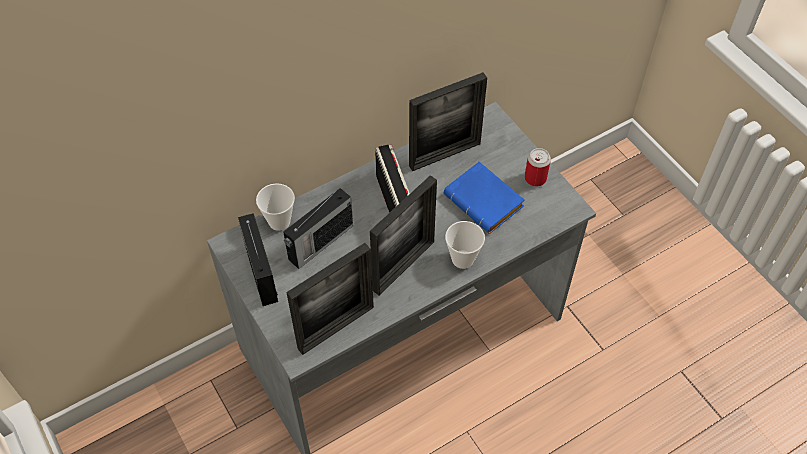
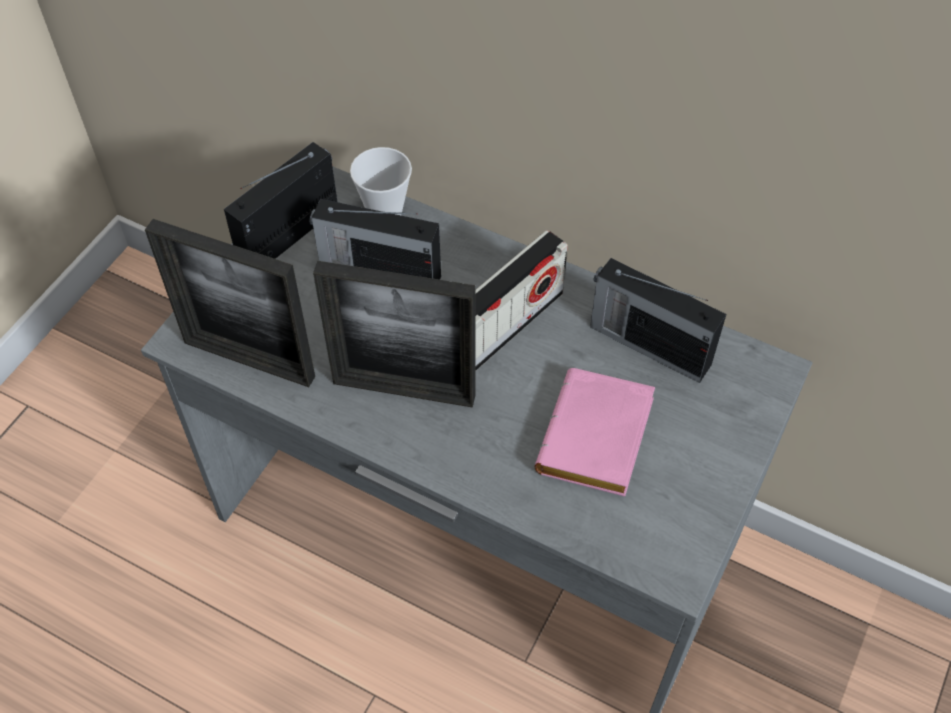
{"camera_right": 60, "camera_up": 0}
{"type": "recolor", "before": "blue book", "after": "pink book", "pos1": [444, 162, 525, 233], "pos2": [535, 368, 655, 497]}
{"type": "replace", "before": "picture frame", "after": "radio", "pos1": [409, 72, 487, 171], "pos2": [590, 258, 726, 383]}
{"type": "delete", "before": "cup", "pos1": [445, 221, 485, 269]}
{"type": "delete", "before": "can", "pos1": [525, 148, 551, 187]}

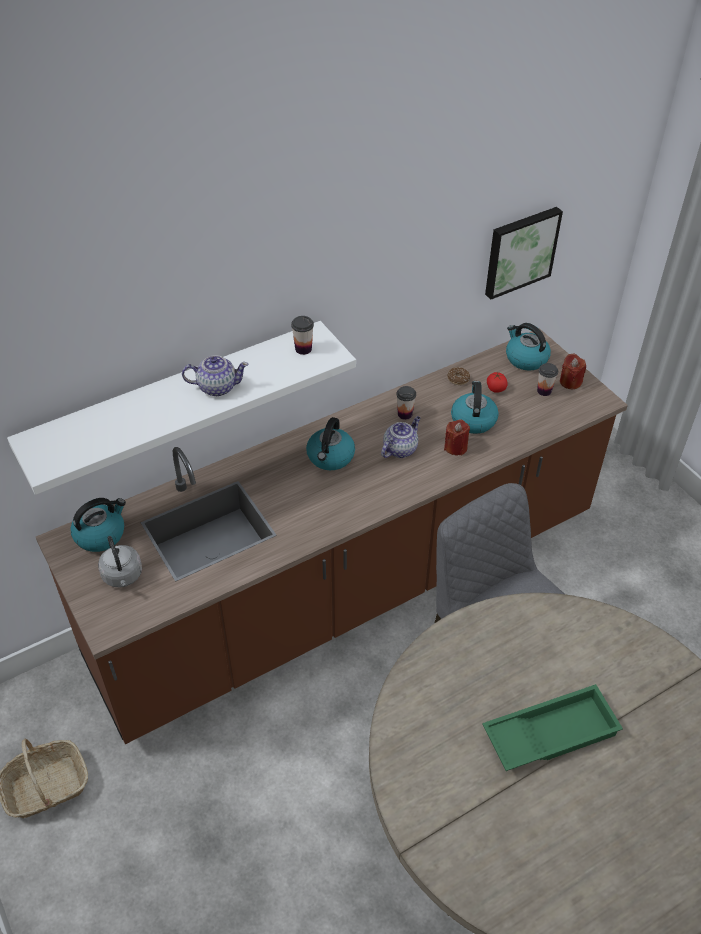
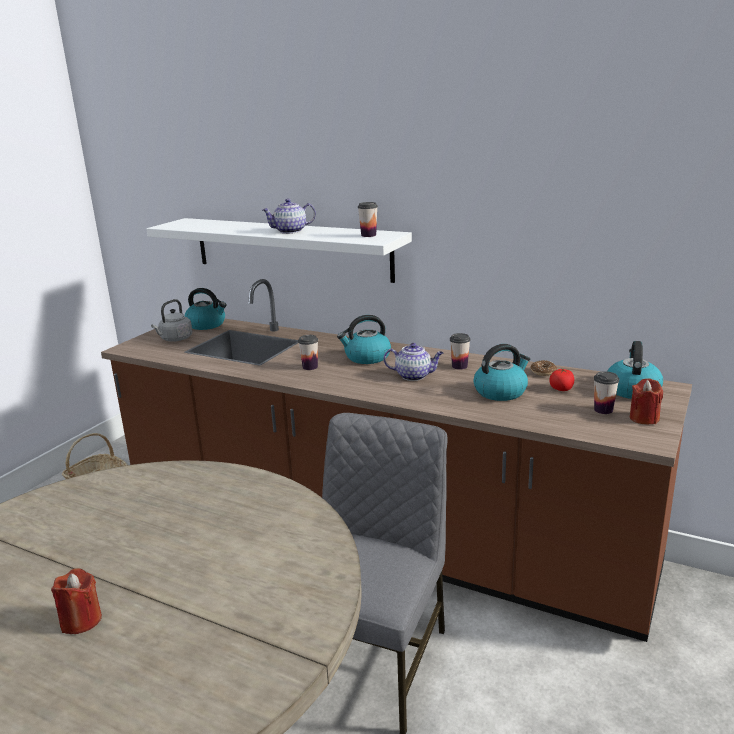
{"camera_right": 60, "camera_up": -25}
{"type": "move", "before": "red candle", "pos1": [444, 419, 470, 455], "pos2": [51, 568, 102, 634]}
{"type": "rotate", "before": "teapot", "pos1": [182, 355, 249, 396], "pos2": [261, 199, 316, 234], "turn": 105}
{"type": "insert", "after": "cup", "pos2": [298, 335, 318, 370]}
{"type": "delete", "before": "green tray", "pos1": [482, 684, 623, 771]}
{"type": "delete", "before": "picture", "pos1": [485, 207, 563, 299]}

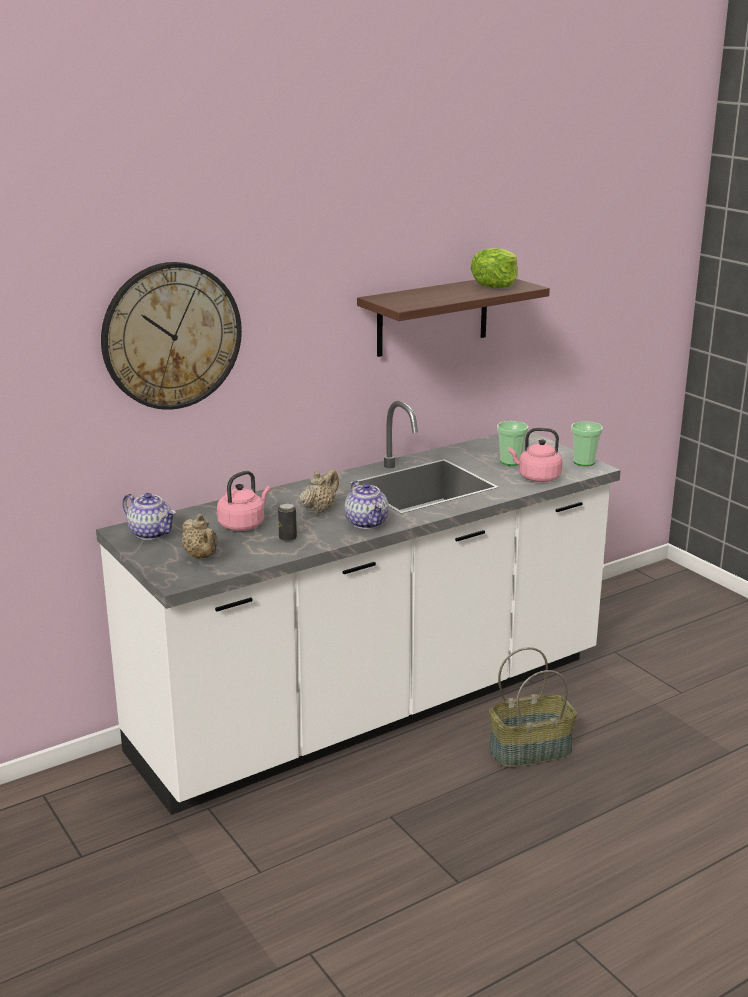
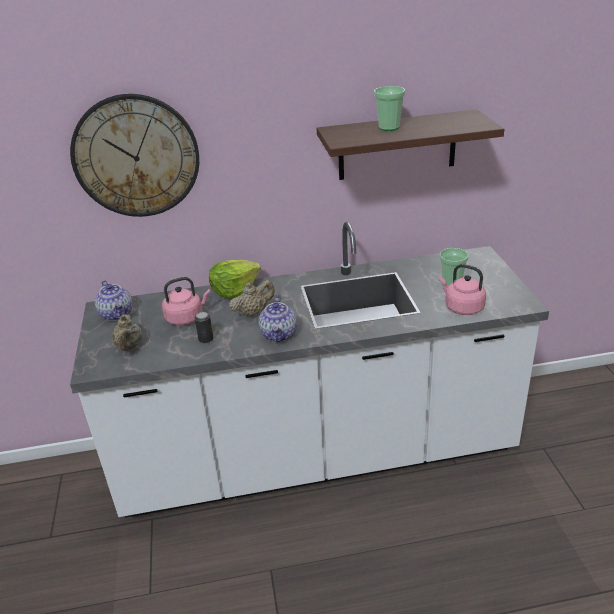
{"camera_right": 25, "camera_up": 10}
{"type": "move", "before": "lettuce", "pos1": [471, 248, 518, 288], "pos2": [209, 260, 261, 299]}
{"type": "move", "before": "cup", "pos1": [571, 421, 603, 466], "pos2": [374, 86, 405, 131]}
{"type": "delete", "before": "basket", "pos1": [489, 647, 577, 768]}

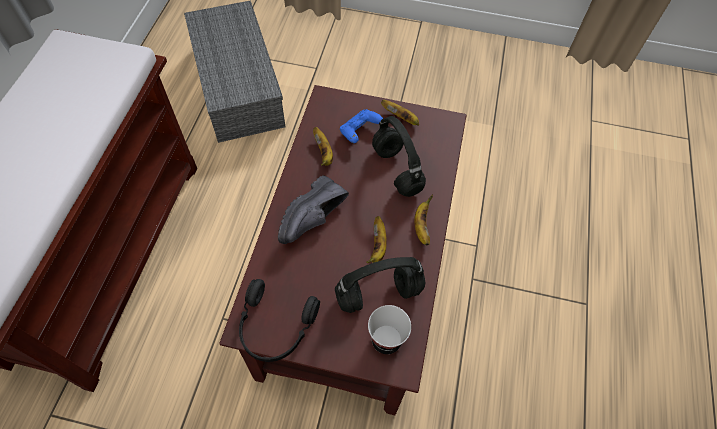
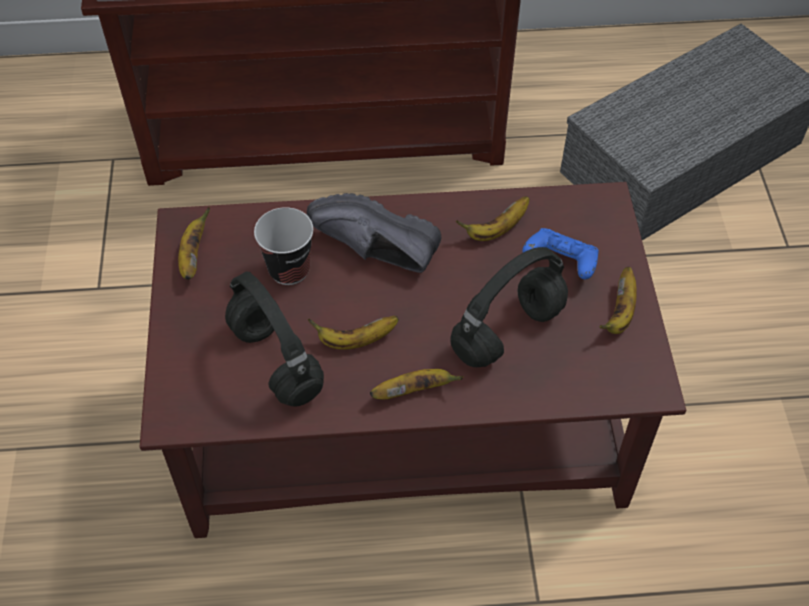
{"camera_right": 75, "camera_up": -5}
{"type": "replace", "before": "black headphones", "after": "banana", "pos1": [239, 279, 320, 362], "pos2": [178, 207, 210, 280]}
{"type": "move", "before": "cup", "pos1": [368, 305, 411, 354], "pos2": [254, 207, 313, 285]}

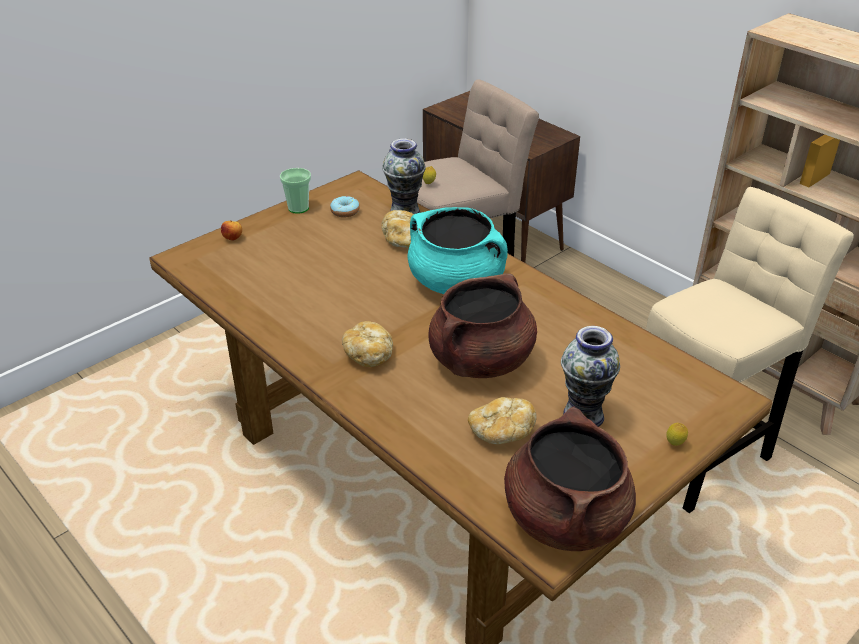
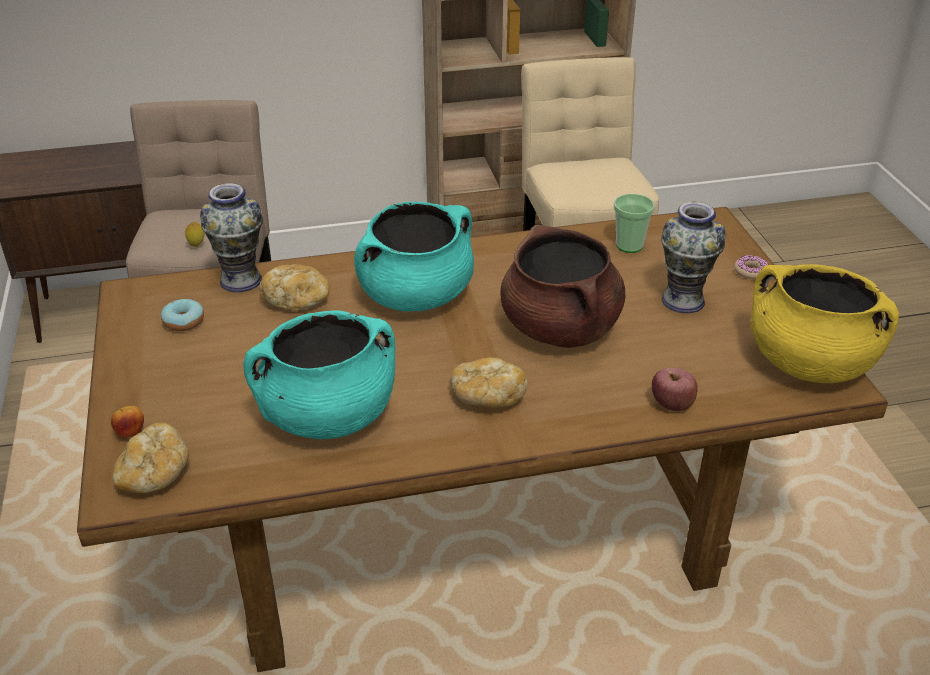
{"camera_right": -60, "camera_up": 0}
{"type": "move", "before": "bread", "pos1": [468, 397, 537, 444], "pos2": [112, 422, 189, 493]}
{"type": "insert", "after": "turquoise cooking pot", "pos2": [243, 310, 395, 439]}
{"type": "move", "before": "cup", "pos1": [280, 168, 311, 214], "pos2": [614, 194, 655, 253]}
{"type": "insert", "after": "apple", "pos2": [652, 368, 698, 411]}
{"type": "replace", "before": "lemon", "after": "donut", "pos1": [666, 423, 688, 446], "pos2": [734, 255, 768, 279]}
{"type": "recolor", "before": "brown cooking pot", "after": "yellow cooking pot", "pos1": [504, 407, 636, 551], "pos2": [750, 264, 899, 383]}

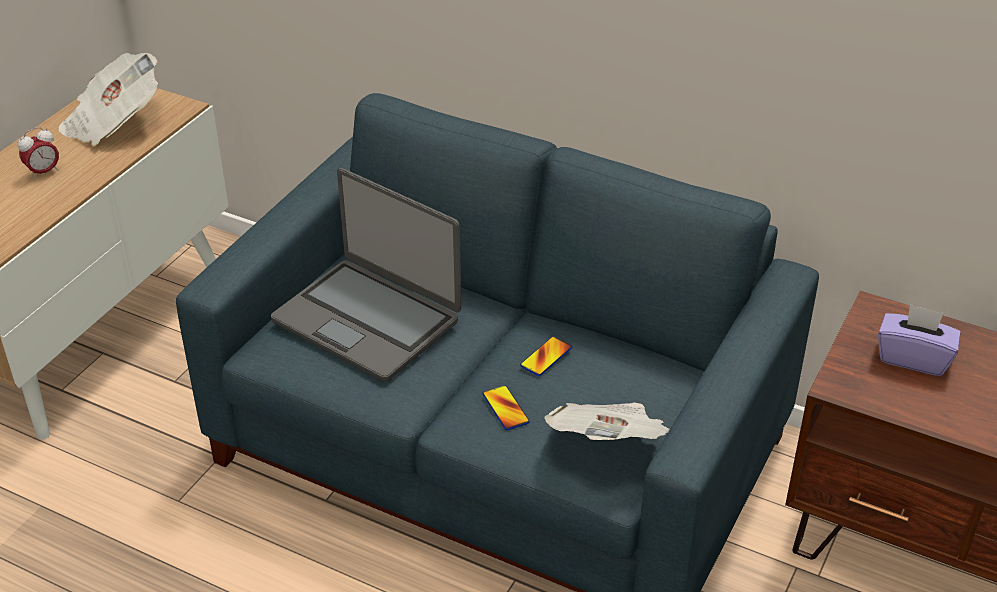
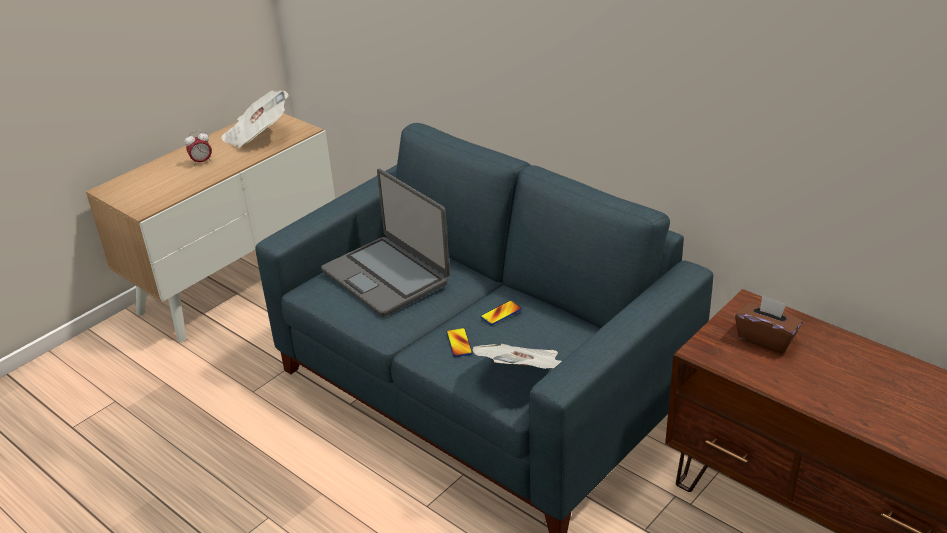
{"camera_right": 15, "camera_up": -5}
{"type": "recolor", "before": "purple tissue box", "after": "brown tissue box", "pos1": [878, 304, 960, 376], "pos2": [735, 295, 803, 353]}

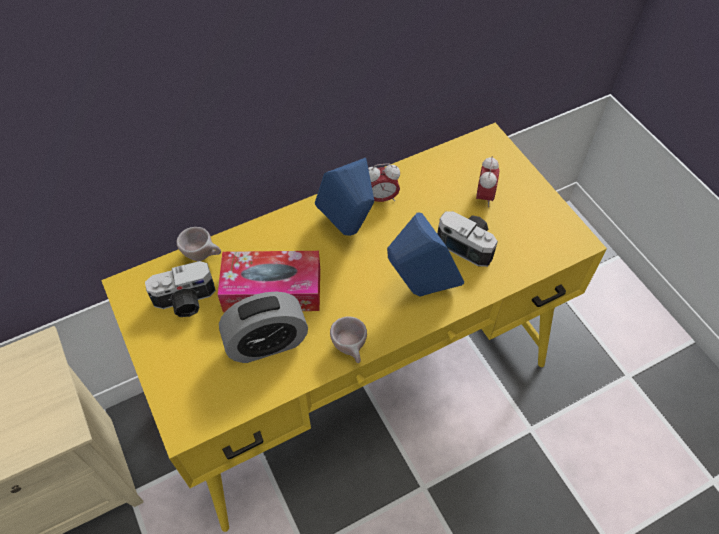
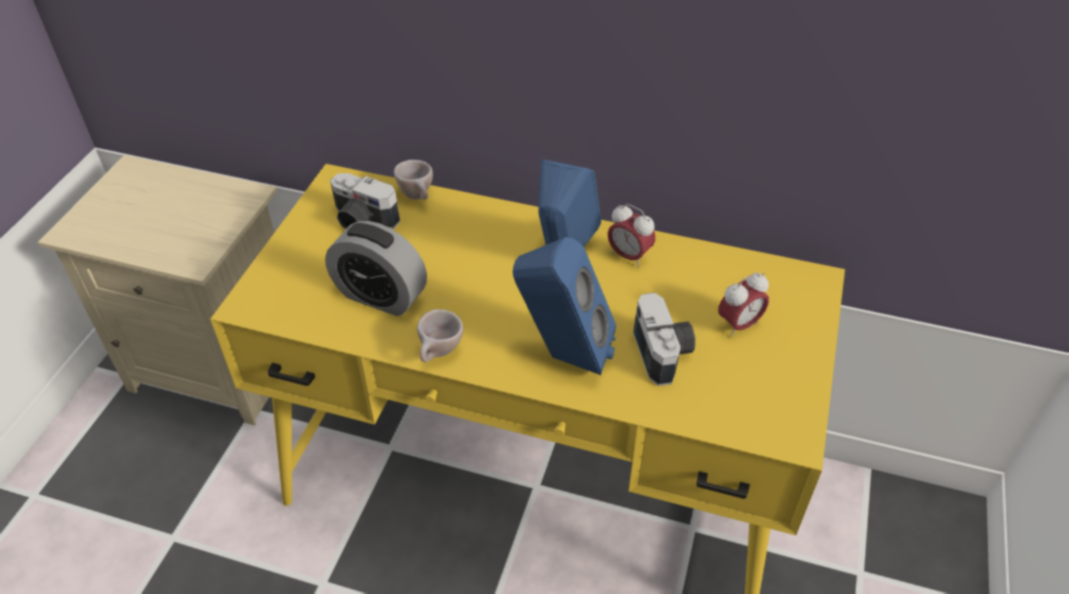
{"camera_right": 45, "camera_up": -10}
{"type": "delete", "before": "tissue box", "pos1": [217, 251, 320, 312]}

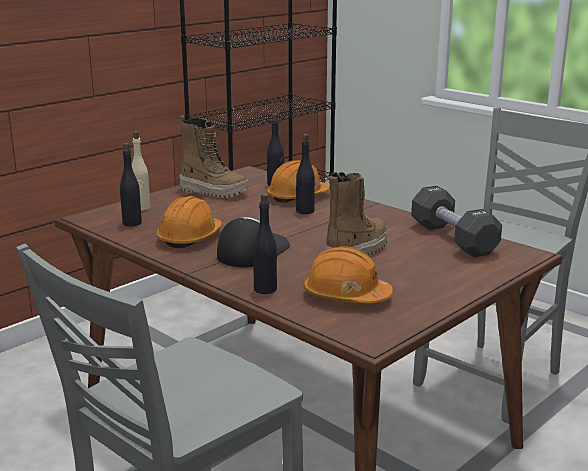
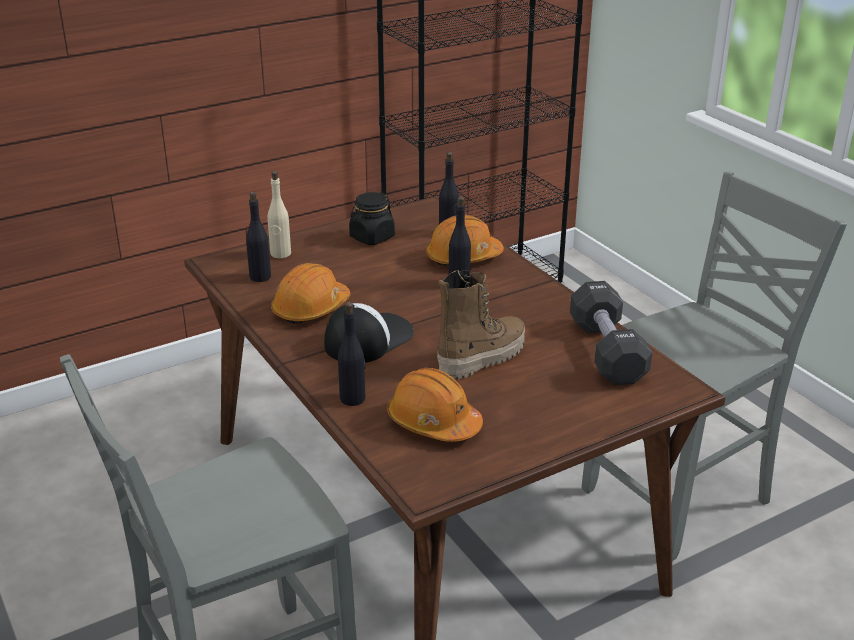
{"camera_right": 15, "camera_up": 10}
{"type": "replace", "before": "boot", "after": "black jar", "pos1": [179, 116, 249, 198], "pos2": [349, 192, 395, 245]}

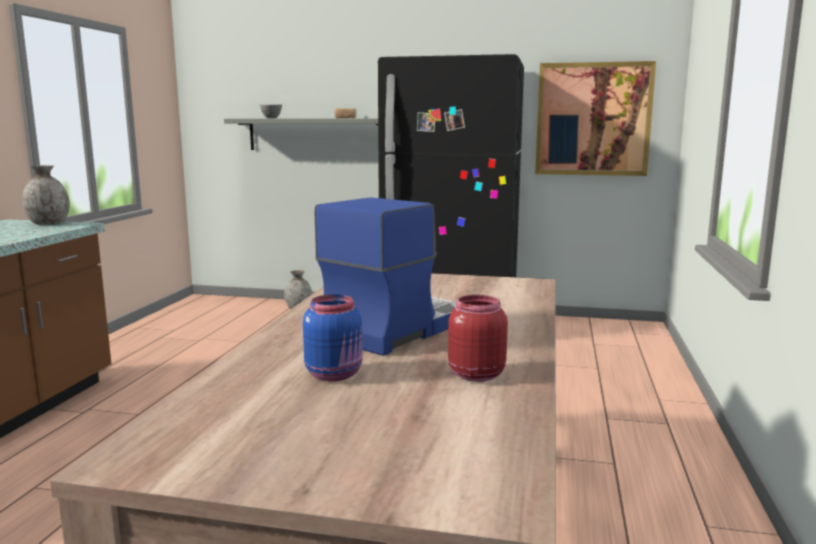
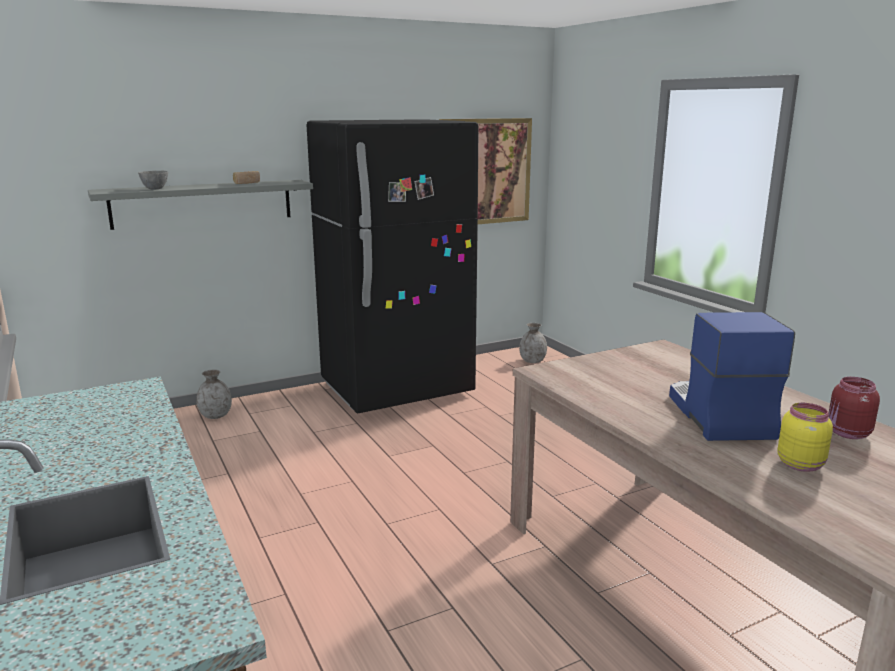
{"camera_right": -40, "camera_up": 5}
{"type": "move", "before": "grey vase", "pos1": [22, 165, 70, 225], "pos2": [519, 323, 547, 363]}
{"type": "recolor", "before": "blue jar", "after": "yellow jar", "pos1": [303, 294, 362, 381], "pos2": [777, 403, 833, 472]}

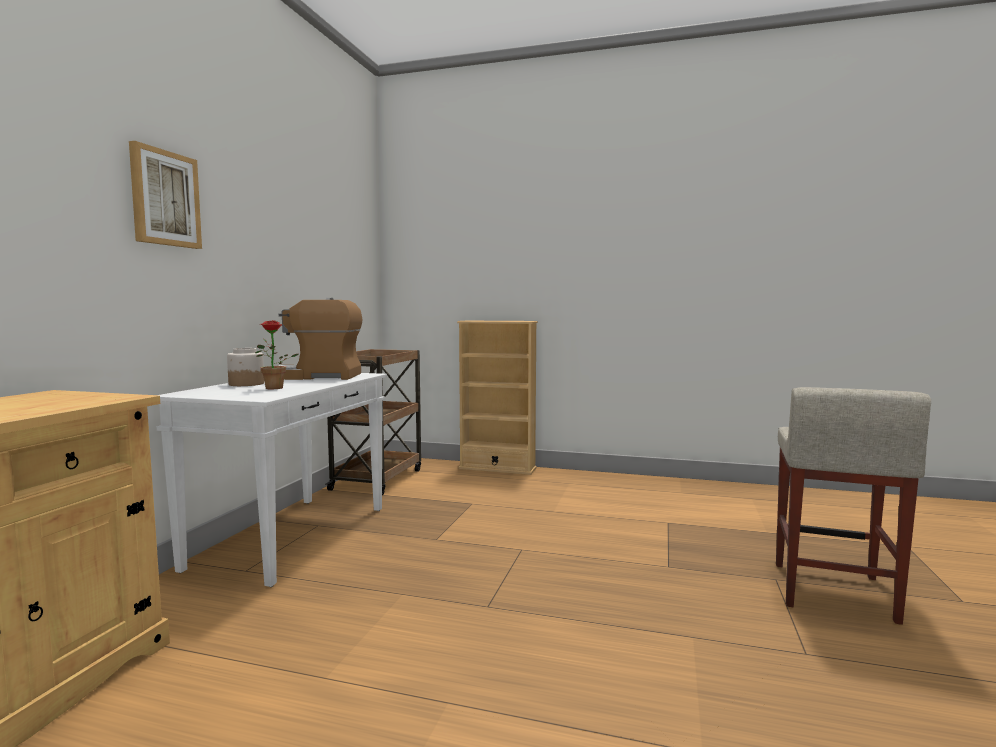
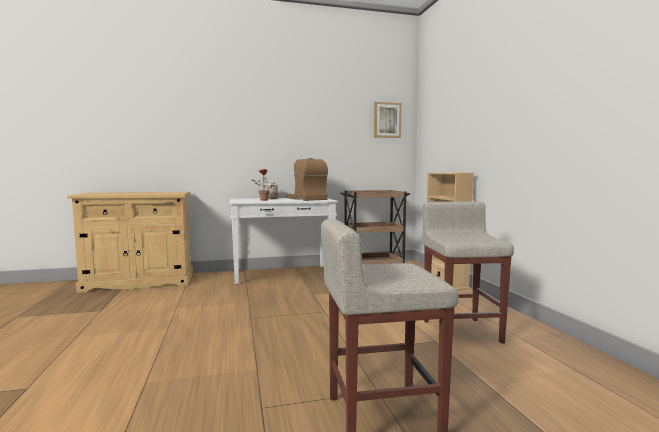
{"camera_right": 60, "camera_up": 0}
{"type": "move", "before": "picture", "pos1": [129, 141, 202, 249], "pos2": [374, 102, 402, 138]}
{"type": "insert", "after": "beige stool", "pos2": [422, 202, 514, 344]}

